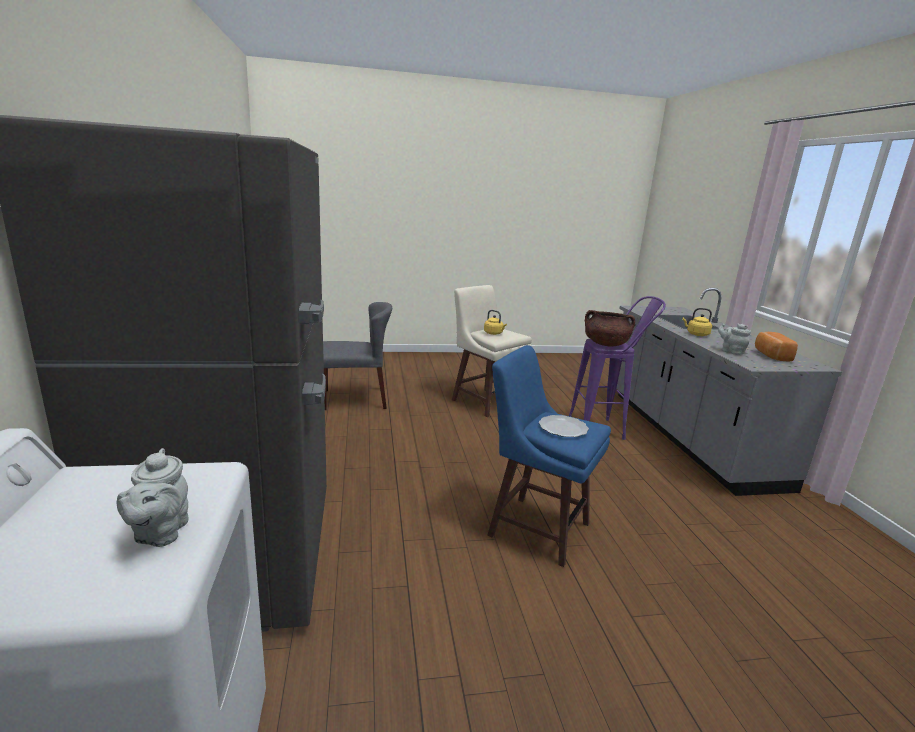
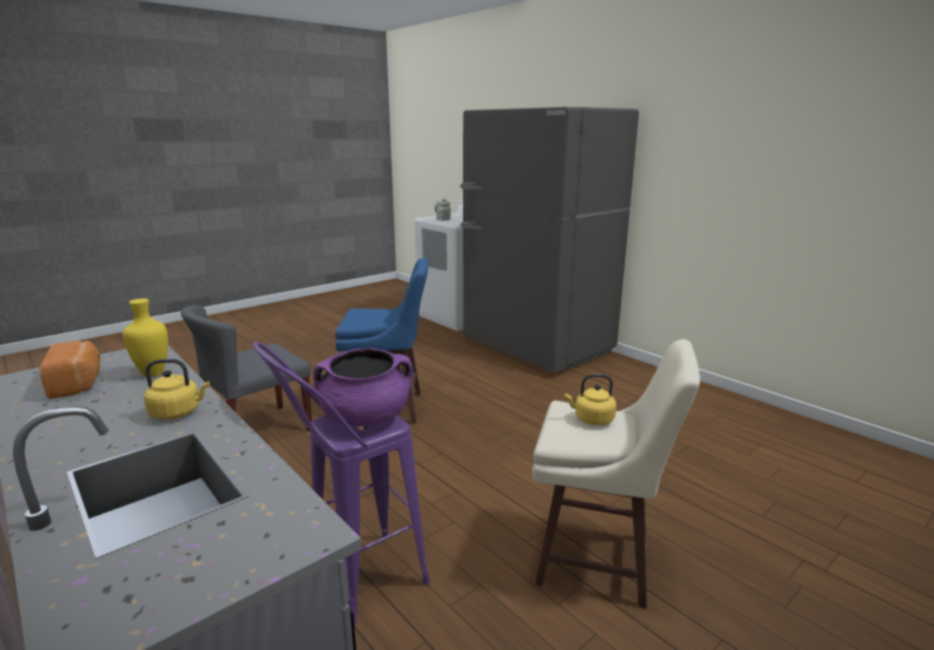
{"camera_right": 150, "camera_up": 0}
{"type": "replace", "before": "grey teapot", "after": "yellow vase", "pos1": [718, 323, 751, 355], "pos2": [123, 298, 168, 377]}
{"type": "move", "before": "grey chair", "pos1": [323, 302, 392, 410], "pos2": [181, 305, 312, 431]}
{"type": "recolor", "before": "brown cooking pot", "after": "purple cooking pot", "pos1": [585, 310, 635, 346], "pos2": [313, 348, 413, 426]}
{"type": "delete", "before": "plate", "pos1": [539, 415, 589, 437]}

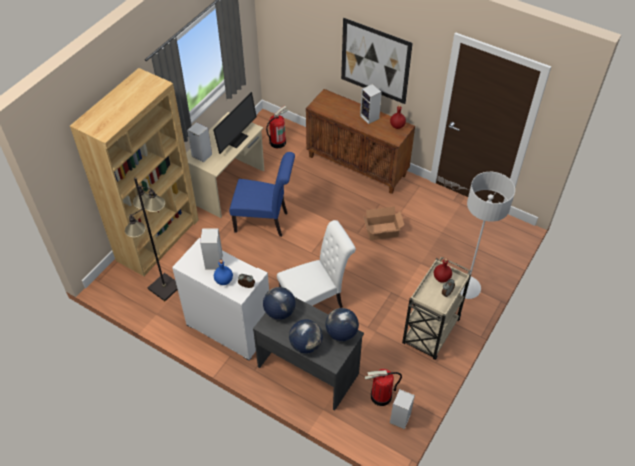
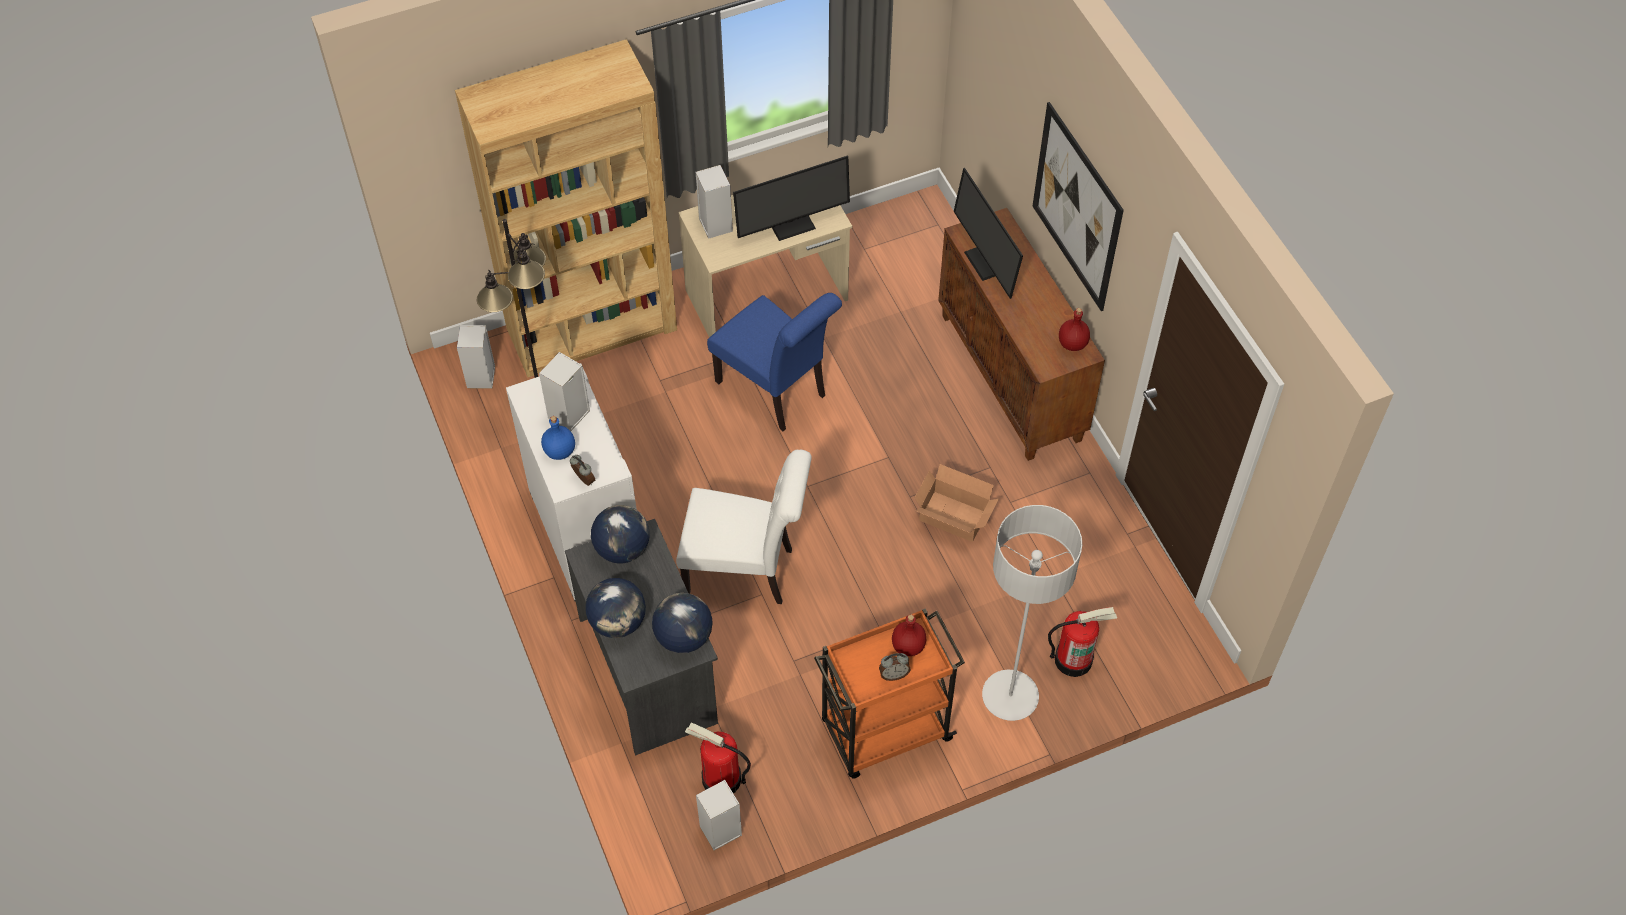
{"camera_right": 35, "camera_up": 5}
{"type": "move", "before": "speaker", "pos1": [360, 84, 382, 124], "pos2": [457, 325, 495, 389]}
{"type": "recolor", "before": "beige cart", "after": "orange cart", "pos1": [402, 257, 471, 360], "pos2": [814, 608, 965, 779]}
{"type": "insert", "after": "monitor", "pos2": [954, 168, 1023, 299]}
{"type": "move", "before": "fire extinguisher", "pos1": [266, 106, 288, 148], "pos2": [1048, 607, 1117, 677]}

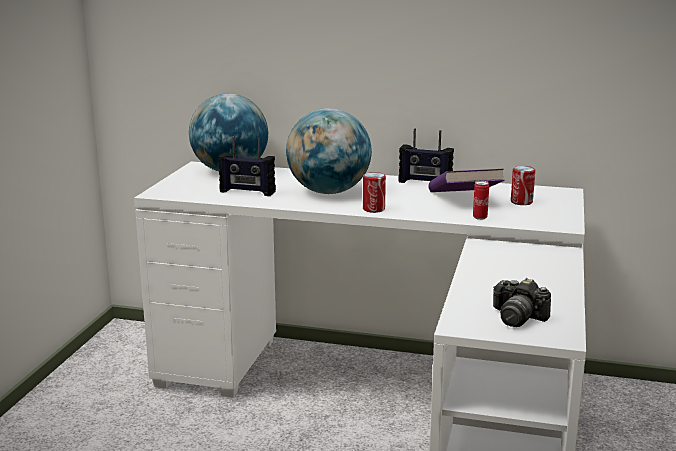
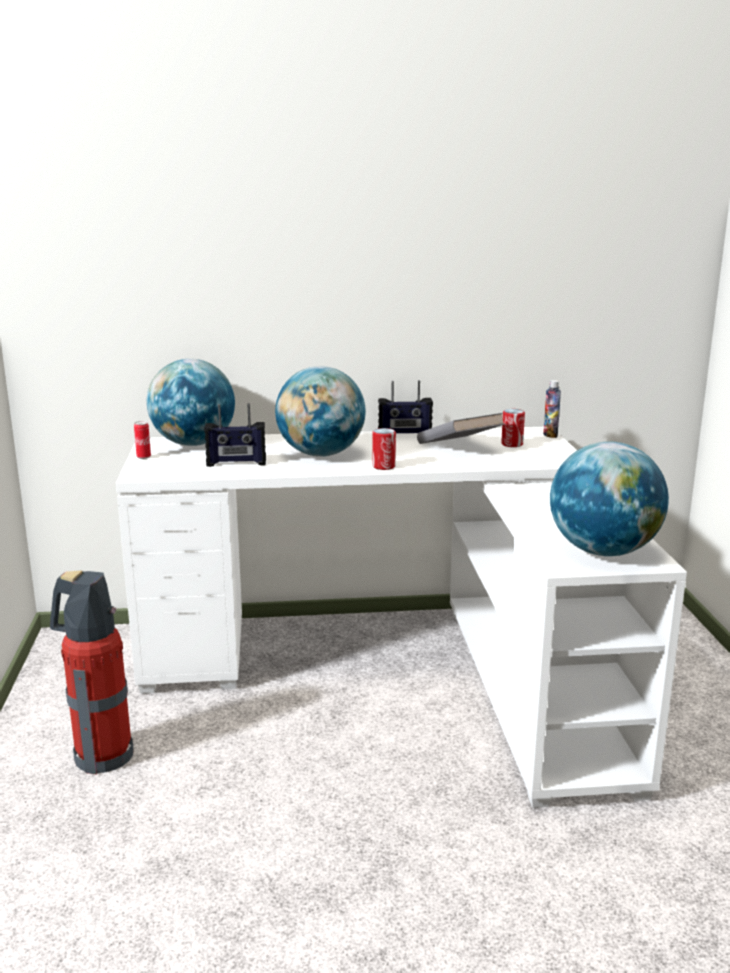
{"camera_right": -20, "camera_up": 0}
{"type": "insert", "after": "fire extinguisher", "pos2": [50, 570, 134, 775]}
{"type": "move", "before": "can", "pos1": [473, 181, 489, 220], "pos2": [134, 421, 151, 459]}
{"type": "recolor", "before": "purple book", "after": "grey book", "pos1": [428, 169, 505, 192], "pos2": [417, 413, 505, 444]}
{"type": "insert", "after": "bottle", "pos2": [543, 380, 561, 438]}
{"type": "replace", "before": "photo camera", "after": "globe", "pos1": [493, 278, 551, 327], "pos2": [550, 441, 669, 556]}

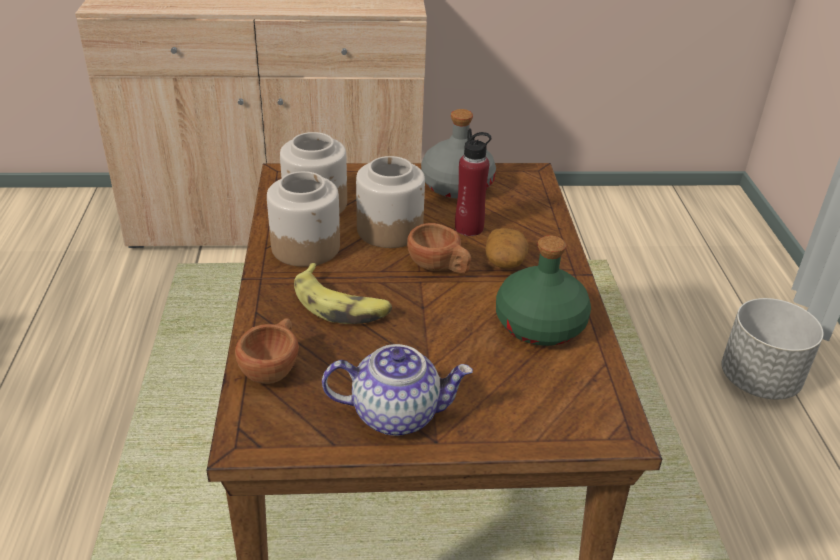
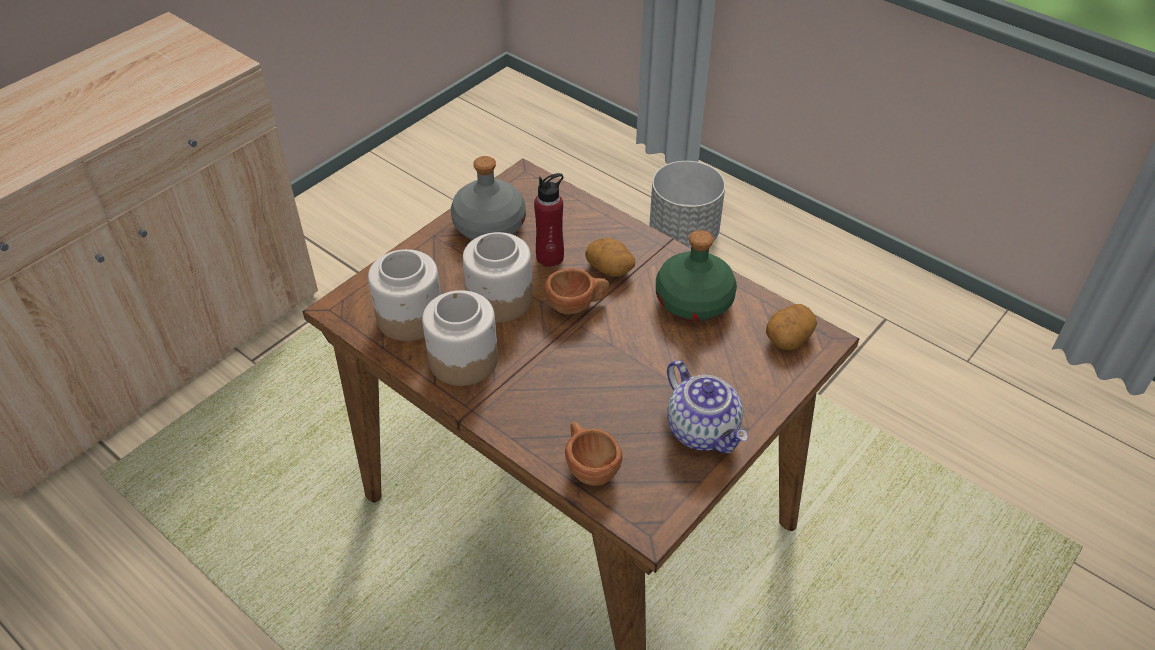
{"camera_right": -45, "camera_up": 10}
{"type": "rotate", "before": "teapot", "pos1": [322, 344, 473, 436], "pos2": [667, 360, 748, 454], "turn": 105}
{"type": "insert", "after": "potato", "pos2": [766, 304, 817, 351]}
{"type": "delete", "before": "banana", "pos1": [294, 263, 392, 324]}

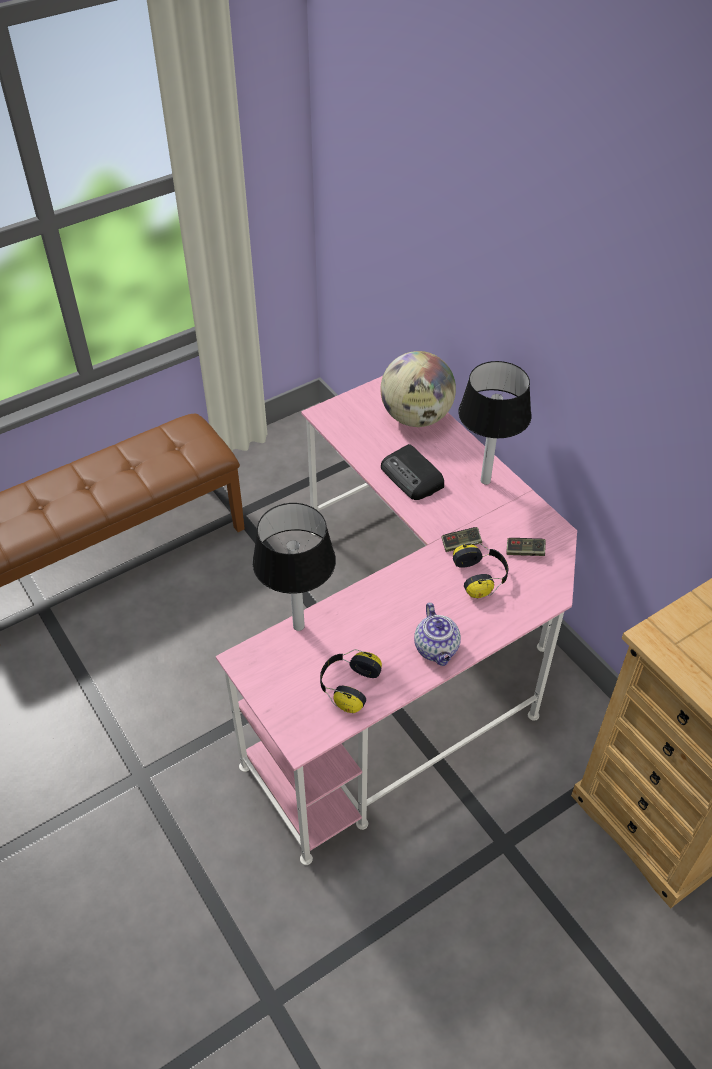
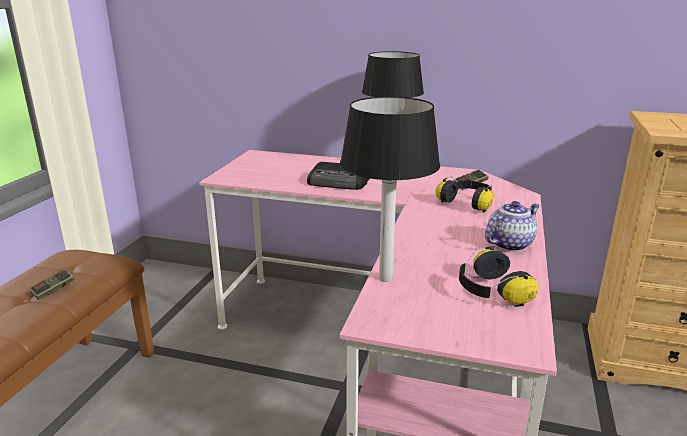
{"camera_right": -40, "camera_up": -25}
{"type": "move", "before": "game controller", "pos1": [442, 527, 482, 552], "pos2": [29, 269, 75, 300]}
{"type": "rotate", "before": "teapot", "pos1": [414, 603, 461, 666], "pos2": [485, 201, 540, 251], "turn": -75}
{"type": "delete", "before": "globe", "pos1": [380, 351, 456, 427]}

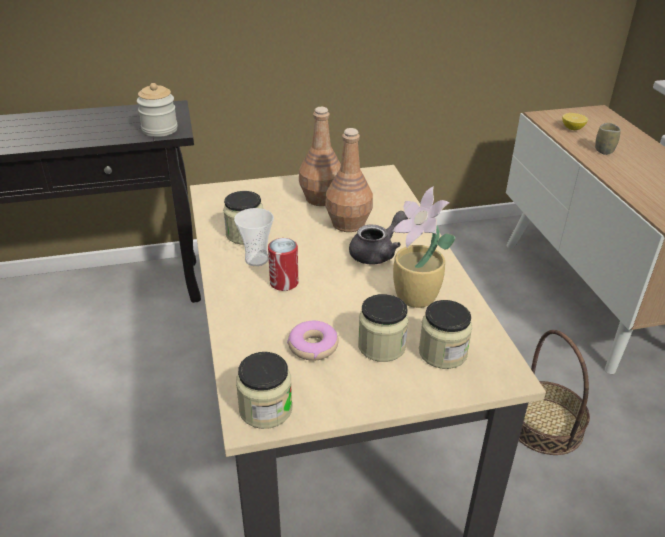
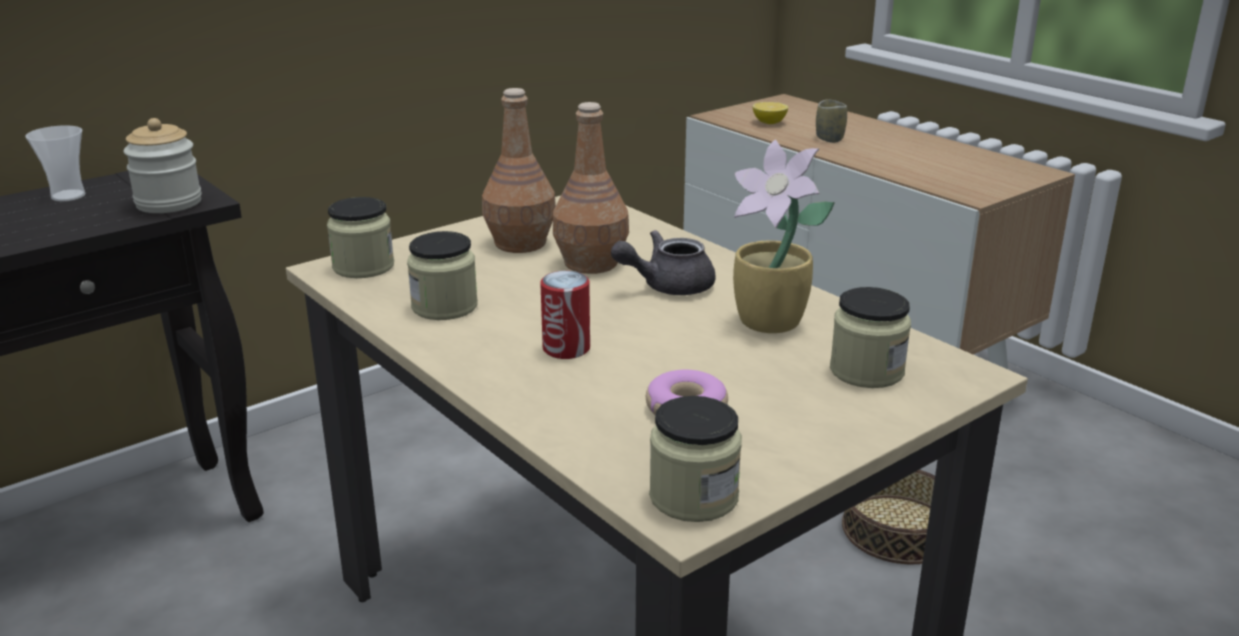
{"camera_right": -25, "camera_up": -10}
{"type": "move", "before": "cup", "pos1": [234, 208, 274, 266], "pos2": [25, 125, 85, 201]}
{"type": "move", "before": "jar", "pos1": [358, 294, 409, 362], "pos2": [327, 197, 394, 278]}
{"type": "rotate", "before": "grey teapot", "pos1": [349, 211, 408, 265], "pos2": [611, 230, 716, 295], "turn": -135}

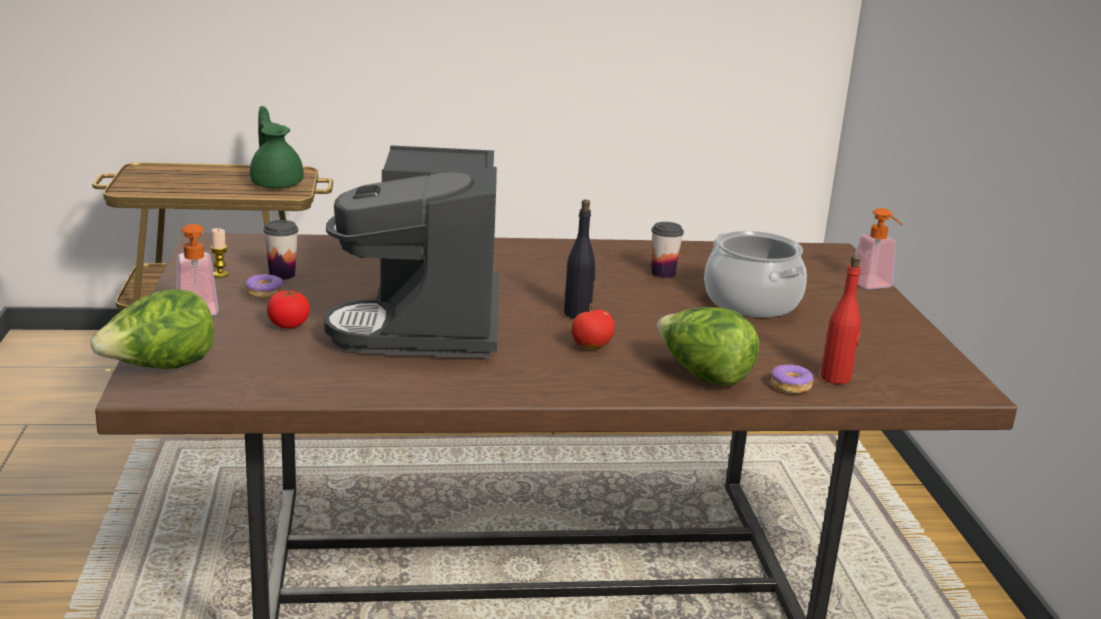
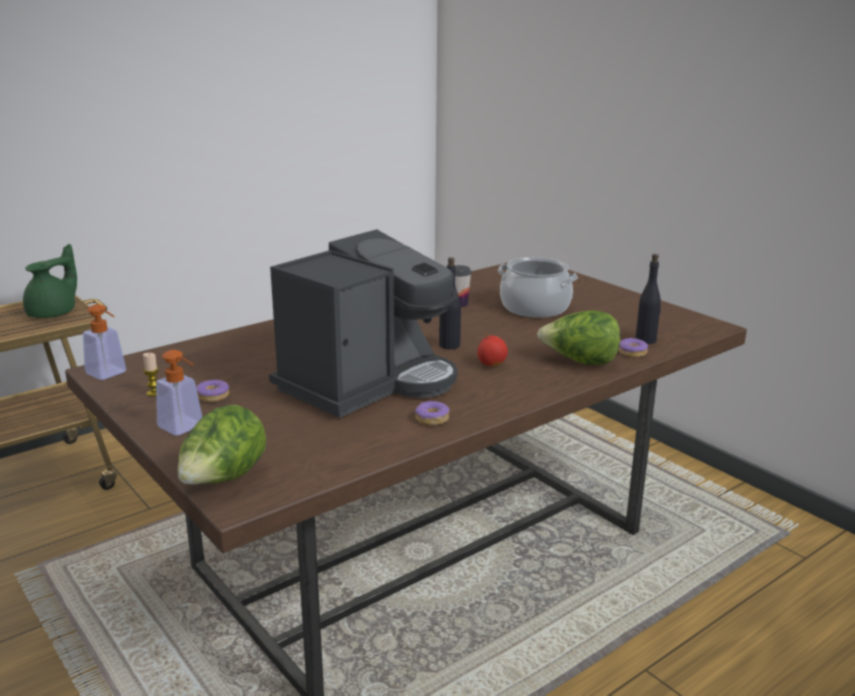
{"camera_right": -30, "camera_up": 0}
{"type": "rotate", "before": "green teapot", "pos1": [250, 106, 304, 189], "pos2": [23, 244, 77, 318], "turn": 90}
{"type": "move", "before": "soap dispenser", "pos1": [855, 208, 903, 289], "pos2": [83, 304, 126, 380]}
{"type": "rotate", "before": "coffee machine", "pos1": [324, 145, 499, 359], "pos2": [269, 229, 458, 418], "turn": -105}
{"type": "insert", "after": "donut", "pos2": [415, 401, 450, 426]}
{"type": "recolor", "before": "red bottle", "after": "black bottle", "pos1": [821, 255, 861, 384], "pos2": [635, 254, 661, 344]}
{"type": "delete", "before": "cup", "pos1": [264, 220, 298, 280]}
{"type": "delete", "before": "tomato", "pos1": [267, 290, 310, 329]}

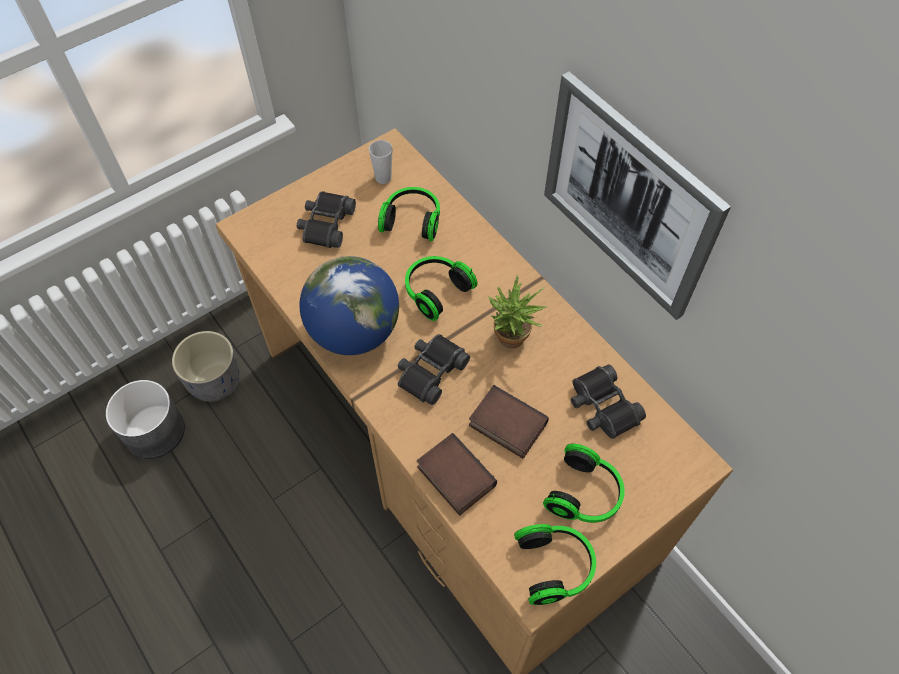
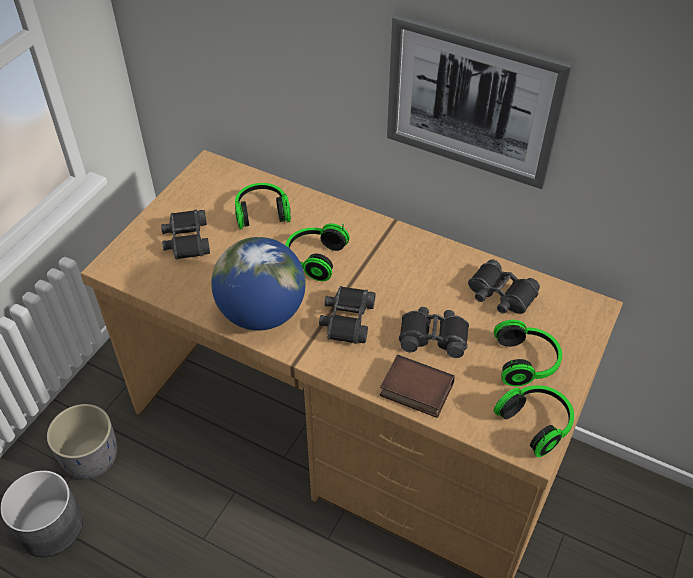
{"camera_right": -25, "camera_up": -10}
{"type": "replace", "before": "book", "after": "black binoculars", "pos1": [469, 385, 549, 459], "pos2": [399, 307, 469, 358]}
{"type": "delete", "before": "cup", "pos1": [369, 140, 392, 184]}
{"type": "delete", "before": "potted plant", "pos1": [488, 275, 547, 348]}

